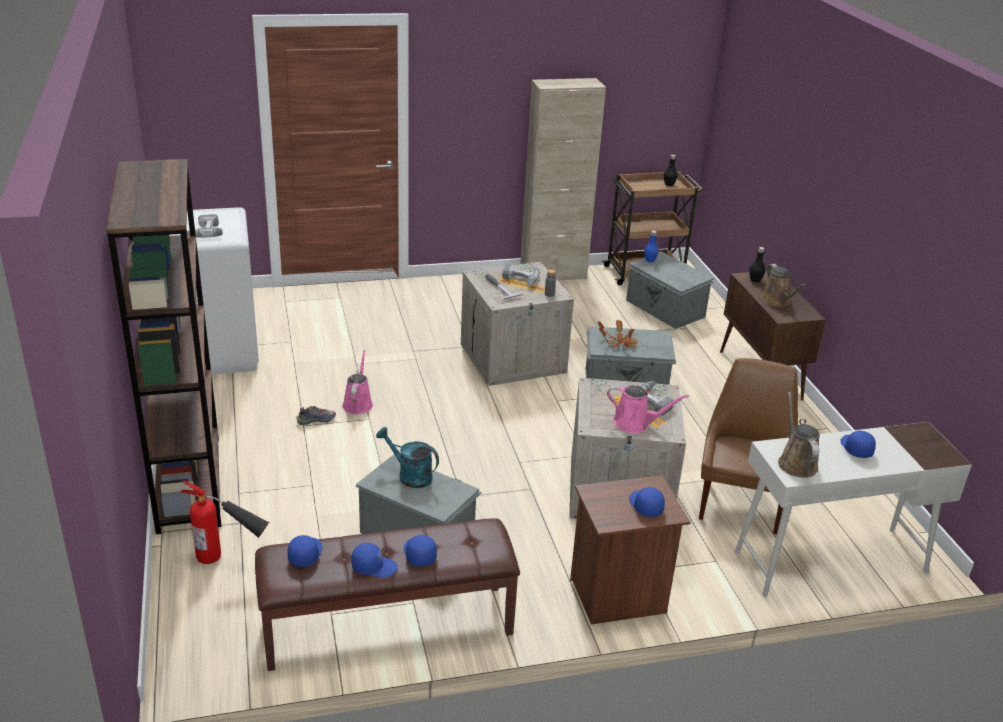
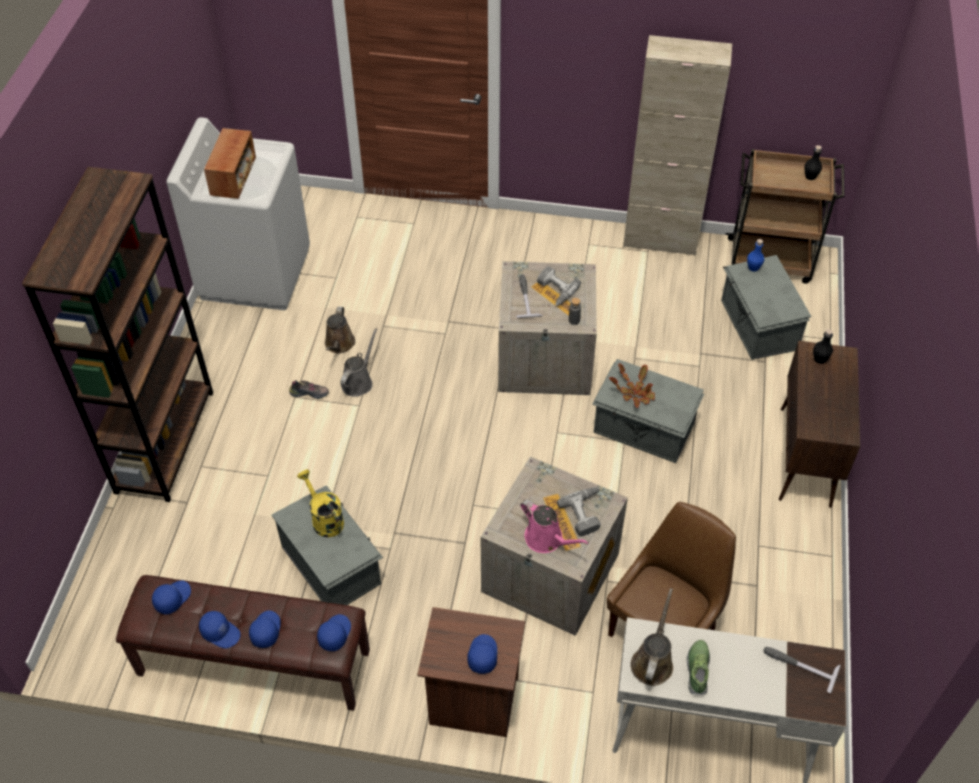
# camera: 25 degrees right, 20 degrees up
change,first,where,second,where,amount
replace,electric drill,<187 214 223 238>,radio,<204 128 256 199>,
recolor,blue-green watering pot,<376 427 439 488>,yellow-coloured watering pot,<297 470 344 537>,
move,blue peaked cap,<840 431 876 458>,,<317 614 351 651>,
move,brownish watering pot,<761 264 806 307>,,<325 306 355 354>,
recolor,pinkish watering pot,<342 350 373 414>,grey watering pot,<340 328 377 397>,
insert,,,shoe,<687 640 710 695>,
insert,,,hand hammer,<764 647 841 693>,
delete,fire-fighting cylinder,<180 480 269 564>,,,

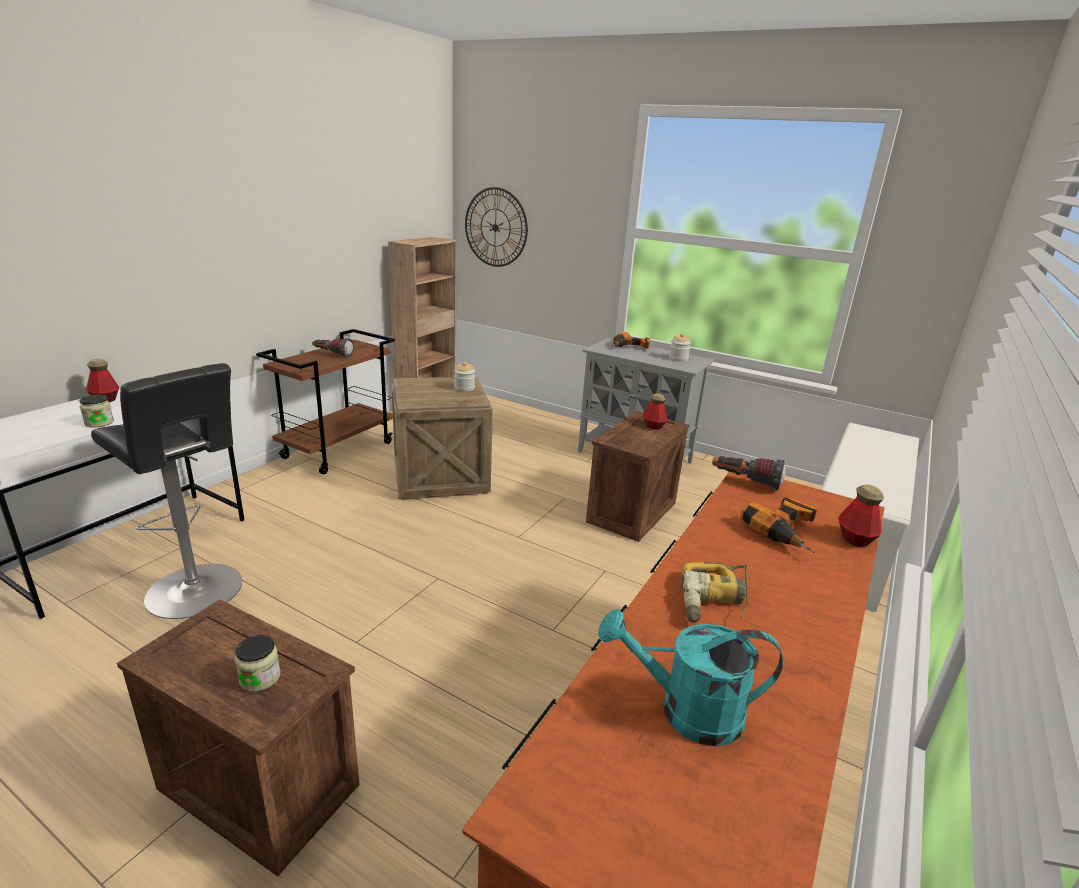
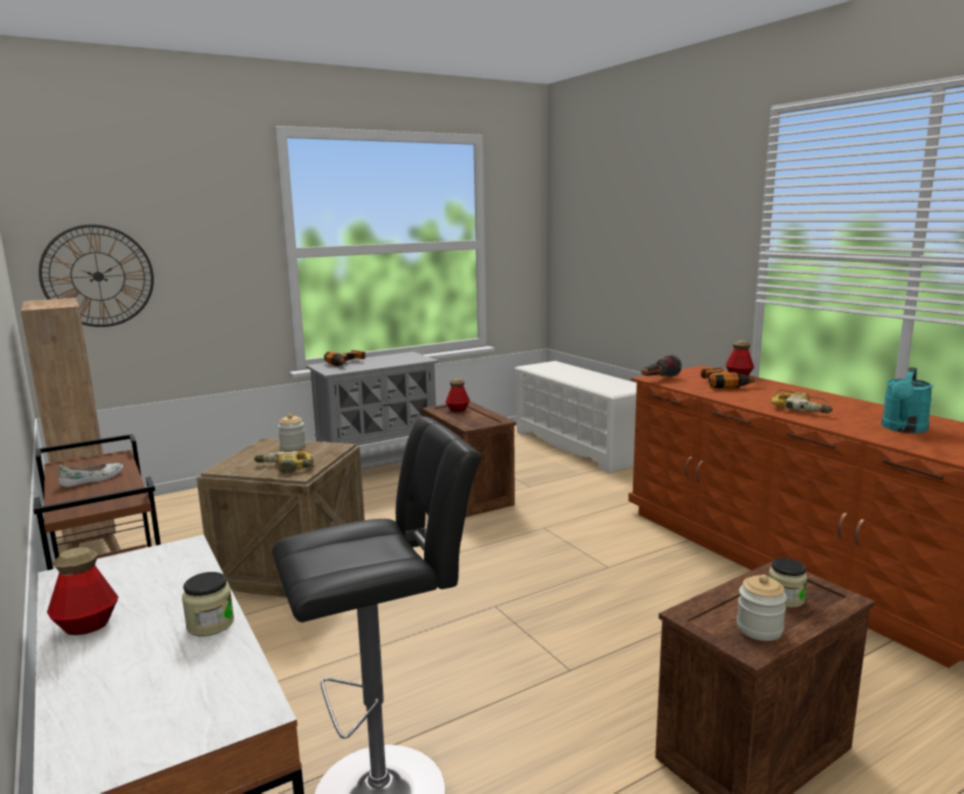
# camera: 60 degrees left, 10 degrees down
change,first,where,second,where,amount
replace,hand torch,<312 338 354 357>,white-coloured shoe,<59 463 123 487>,
insert,,,electric drill,<254 451 315 474>,
move,preserve jar,<669 333 691 362>,,<737 575 787 641>,

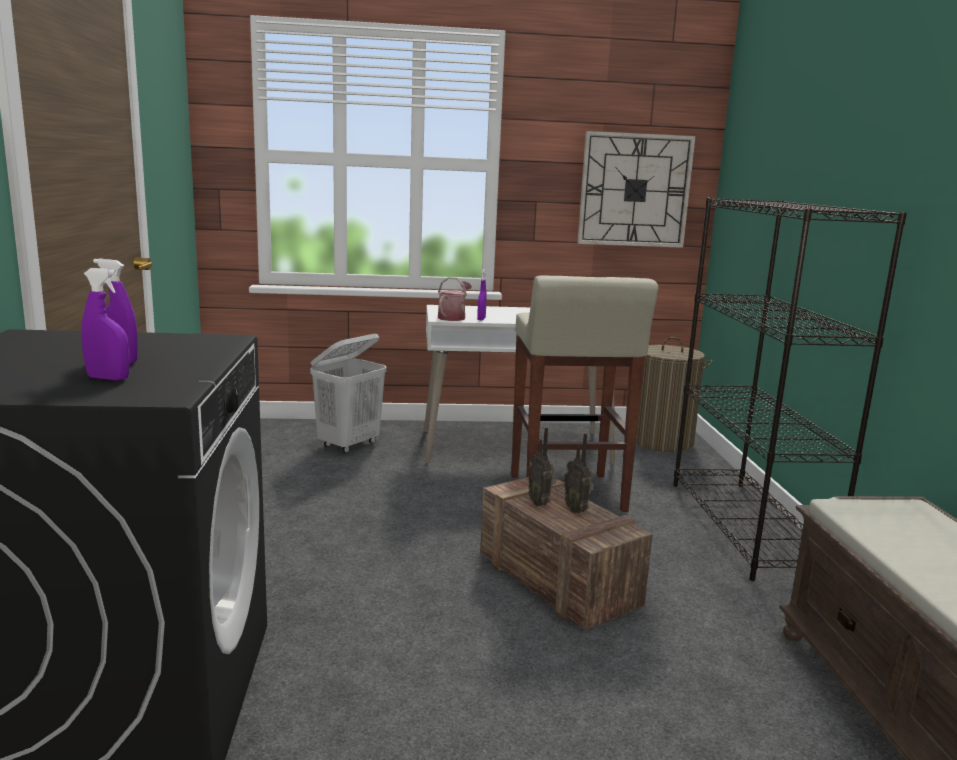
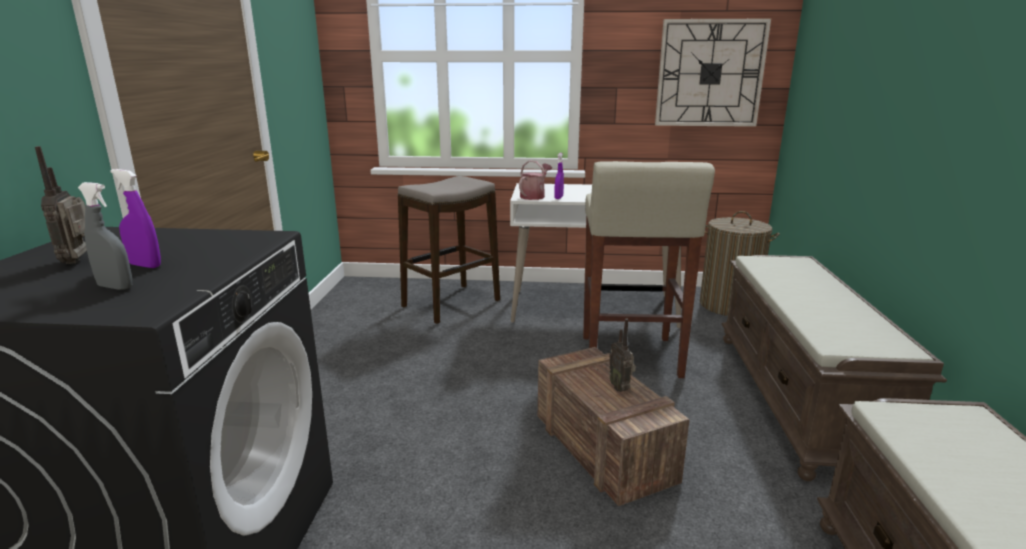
# camera: 10 degrees right, 5 degrees up
change,first,where,second,where,amount
move,radio,<528 427 556 506>,,<35 146 87 264>,
recolor,purple spray bottle,<81 268 129 381>,grey spray bottle,<78 182 132 290>,
replace,white-coloured hamper,<310 334 387 453>,stool seat,<398 176 500 324>,
replace,blackish bookcase,<673 197 907 581>,brownish long seat,<722 255 947 481>,

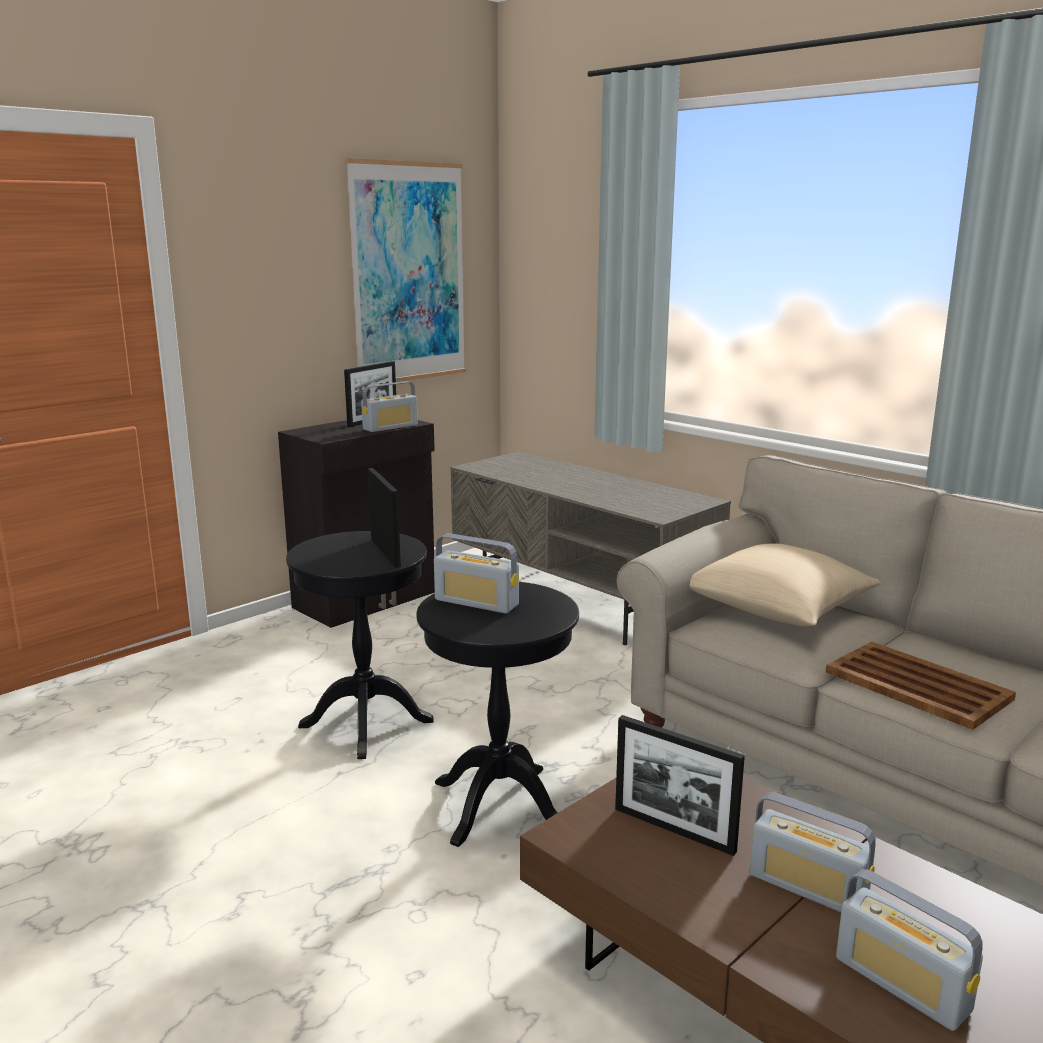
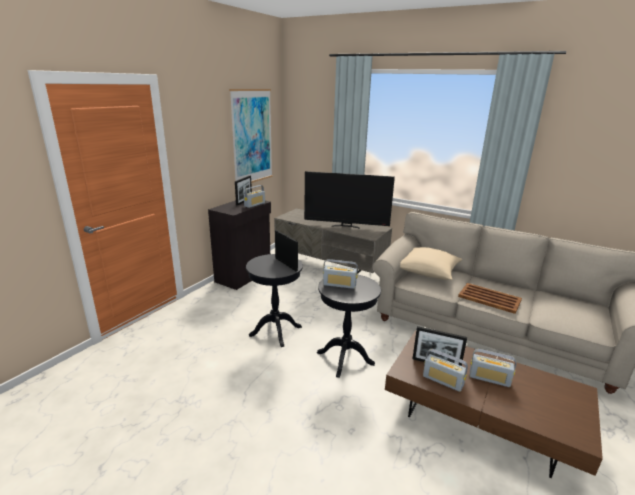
# camera: 15 degrees left, 5 degrees up
change,first,where,second,where,amount
insert,,,TV,<304 171 395 229>,
move,radio,<836 870 983 1031>,,<423 349 468 392>,

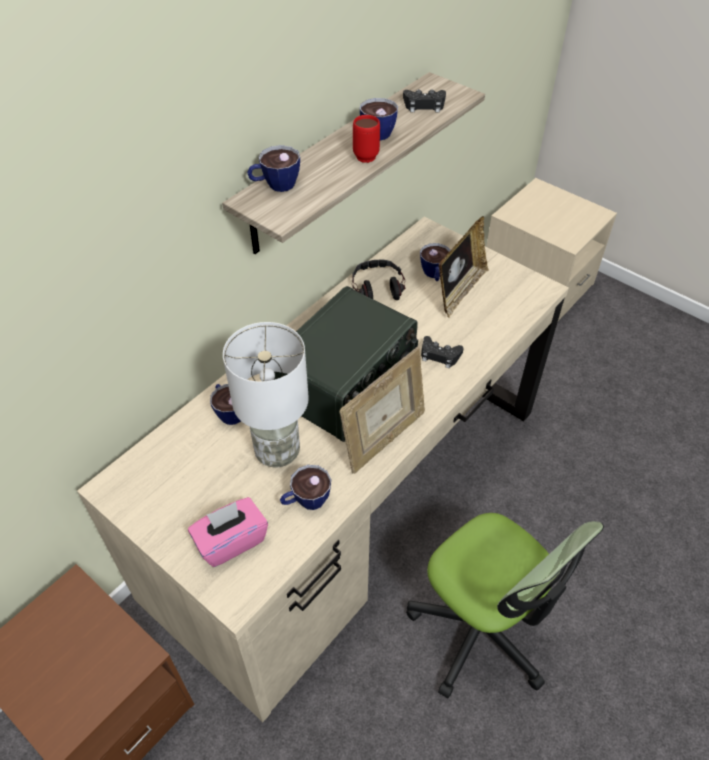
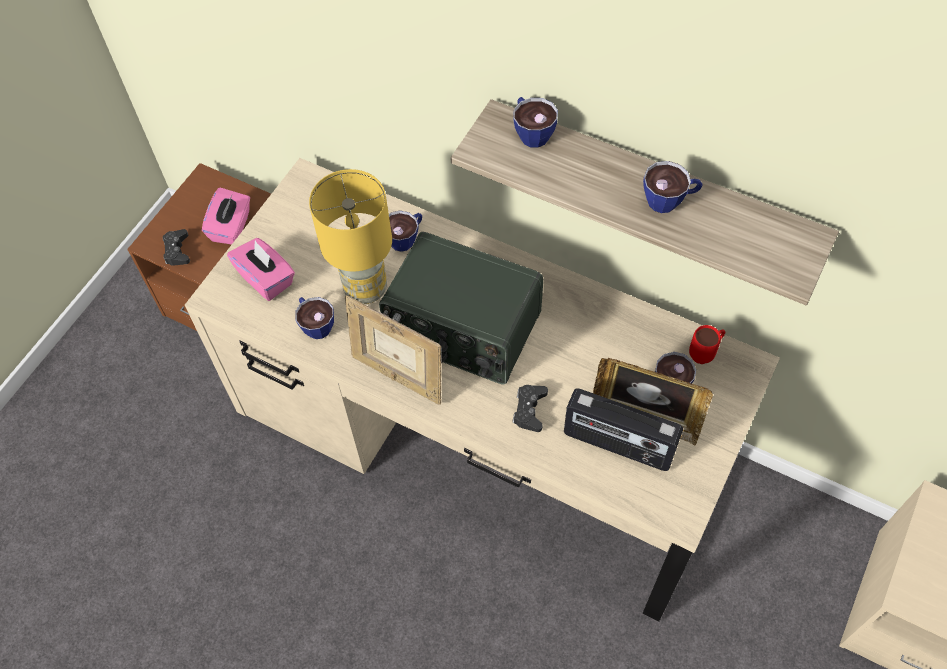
# camera: 80 degrees right, 10 degrees up
change,first,where,second,where,amount
move,blackish gamepad,<403 89 446 112>,,<163 229 190 266>,
insert,,,pinkish box of tissues,<202 188 250 245>,
recolor,white-coloured tabletop lamp,<223 322 309 467>,yellow-coloured tabletop lamp,<309 169 392 304>,
insert,,,radio,<564 388 683 471>,
move,red tea mug,<353 115 380 163>,,<689 325 725 364>,
delete,headphones,<352 259 405 300>,,,
delete,computer chair,<406 513 604 698>,,,

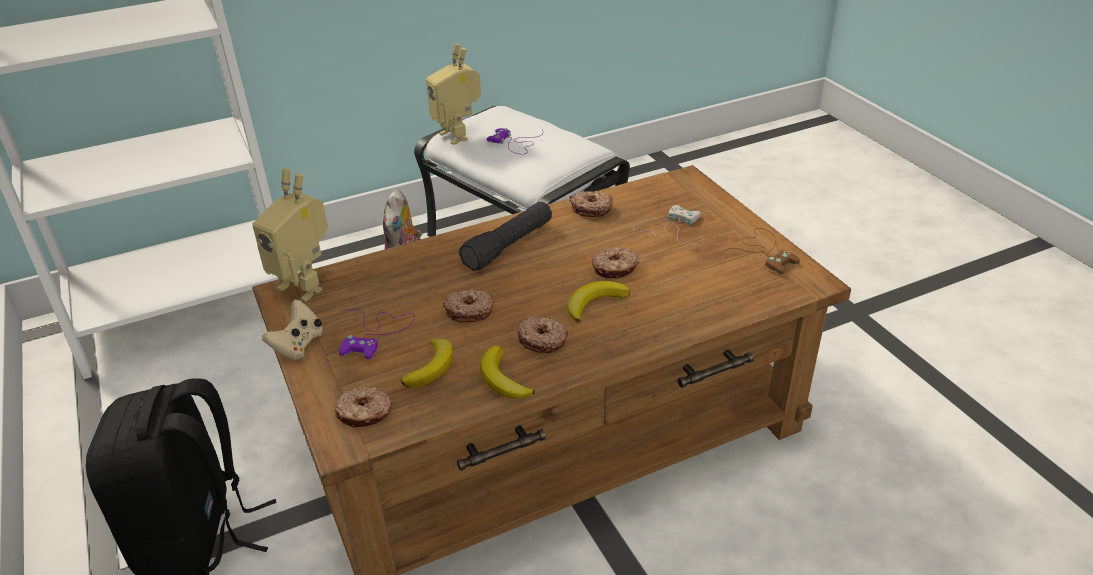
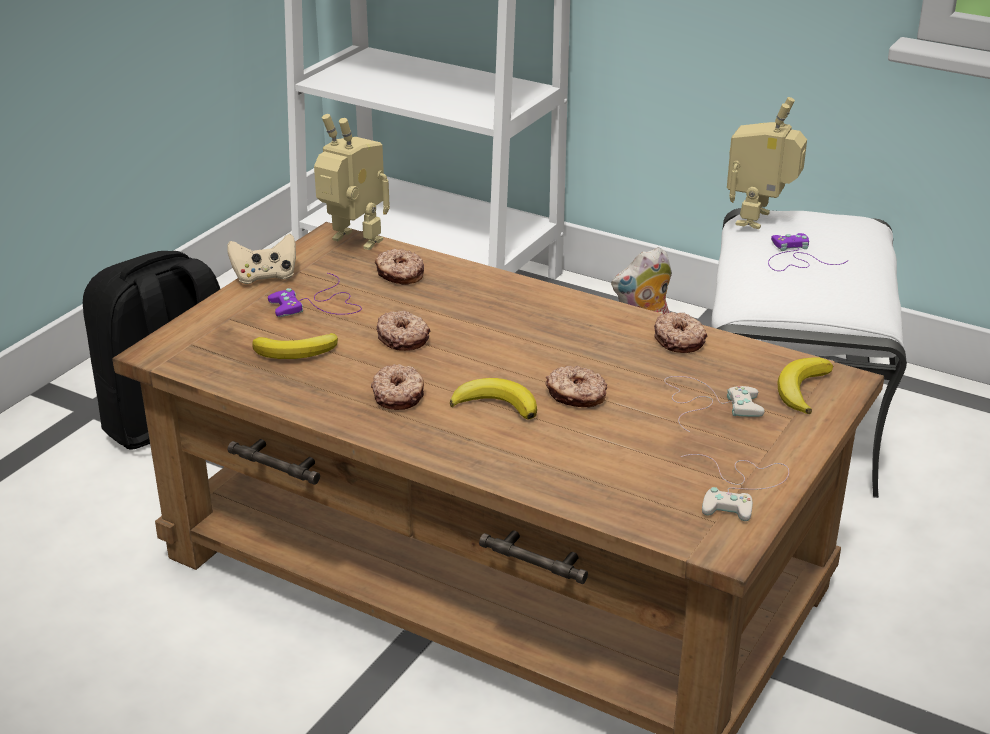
# camera: 55 degrees right, 5 degrees down
change,first,where,second,where,amount
rotate,robot figure,<252 169 328 302>,,<314 114 390 250>,120 degrees clockwise
move,doughnut,<334 387 393 427>,,<375 249 424 285>,
recolor,brownish gamepad,<721 228 800 275>,white-coloured gamepad,<681 454 789 521>,
move,banana,<480 345 535 399>,,<778 357 833 414>,
delete,blackish hand torch,<459 202 552 271>,,,

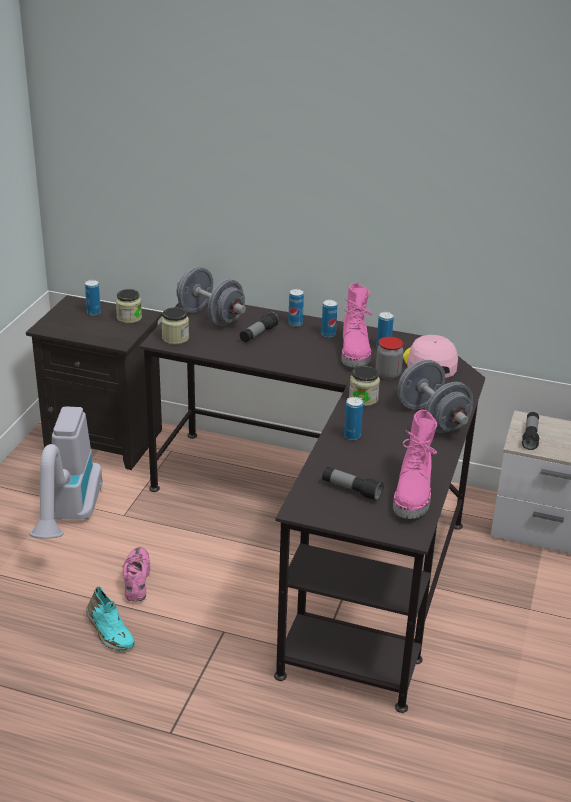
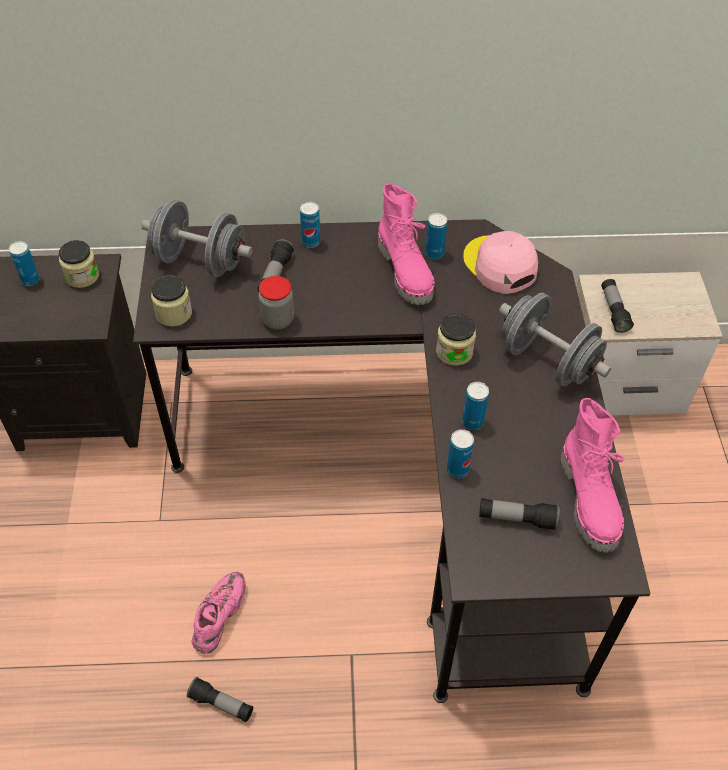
# camera: 20 degrees left, 20 degrees up
change,first,where,second,where,amount
replace,blue-green shoe,<86 586 135 651>,hand torch,<187 677 253 722>,
rotate,pinkish shoe,<122 547 150 602>,,<191 572 246 654>,45 degrees clockwise
move,preserve jar,<376 337 403 380>,,<258 276 294 330>,
move,sealed can,<321 299 338 338>,,<447 429 474 478>,
delete,vacuum,<29 406 103 539>,,,

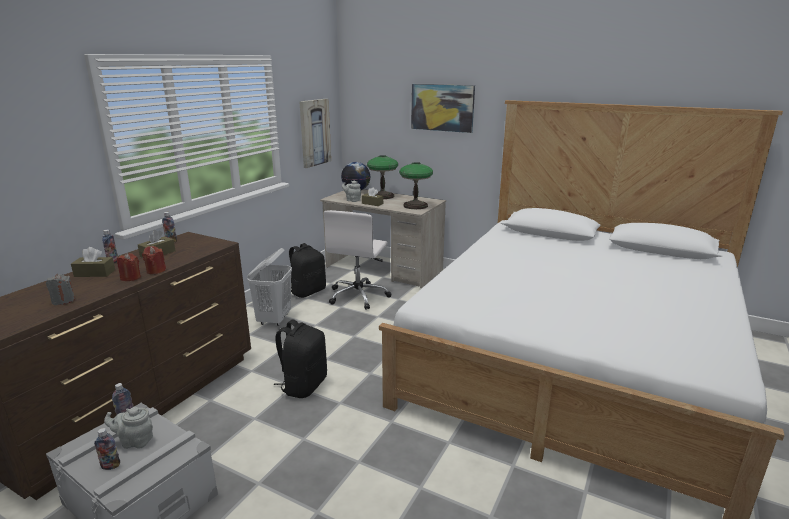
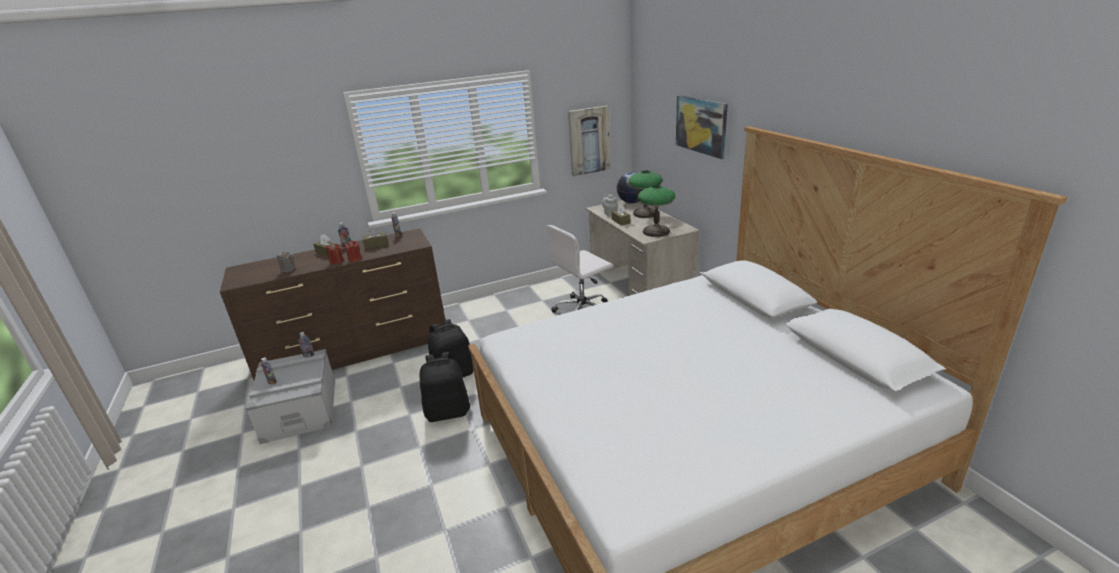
# camera: 40 degrees right, 5 degrees up
change,first,where,second,where,amount
move,blackish knapsack,<289 243 326 298>,,<420 352 470 422>,
delete,grey pot for tea,<104 407 153 449>,,,
delete,white-coloured hamper,<247 248 292 326>,,,

